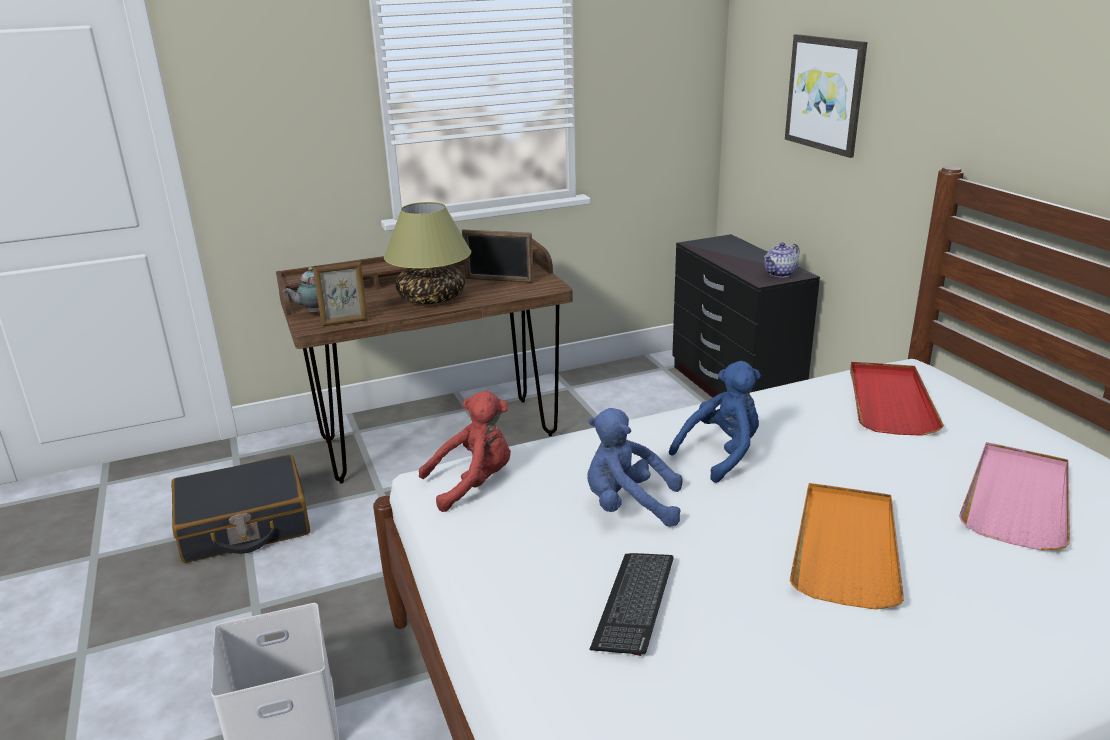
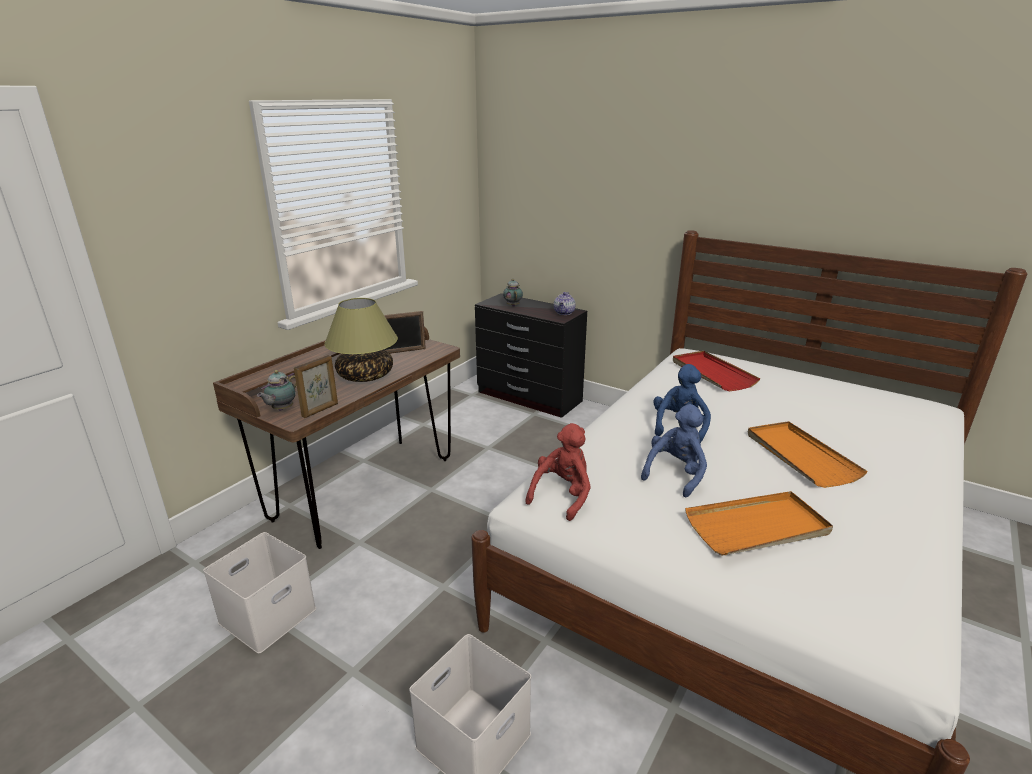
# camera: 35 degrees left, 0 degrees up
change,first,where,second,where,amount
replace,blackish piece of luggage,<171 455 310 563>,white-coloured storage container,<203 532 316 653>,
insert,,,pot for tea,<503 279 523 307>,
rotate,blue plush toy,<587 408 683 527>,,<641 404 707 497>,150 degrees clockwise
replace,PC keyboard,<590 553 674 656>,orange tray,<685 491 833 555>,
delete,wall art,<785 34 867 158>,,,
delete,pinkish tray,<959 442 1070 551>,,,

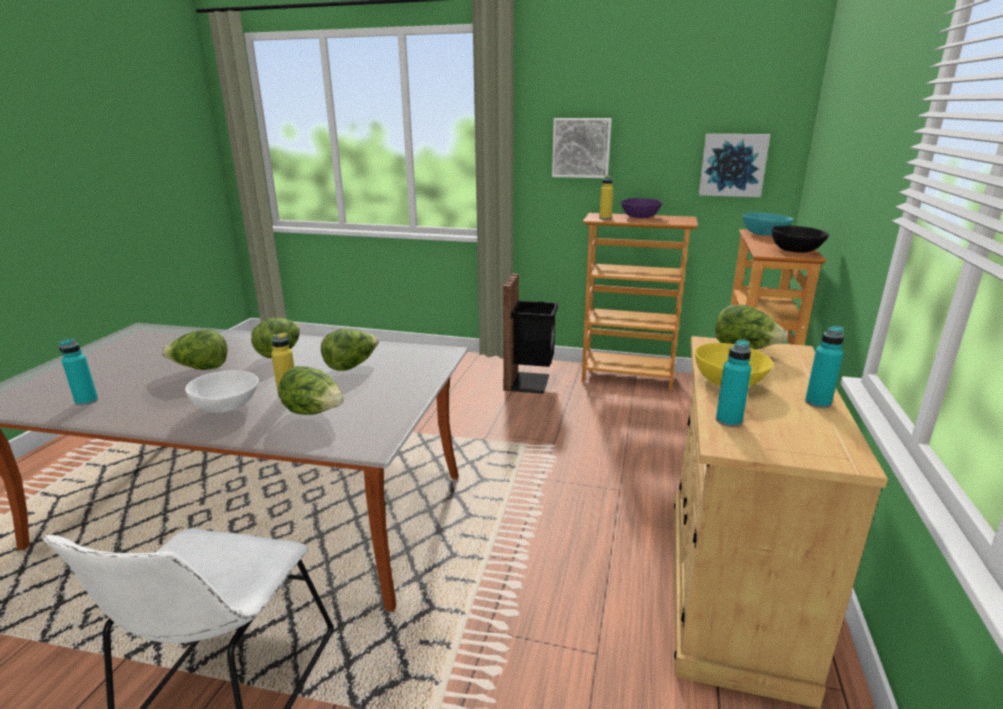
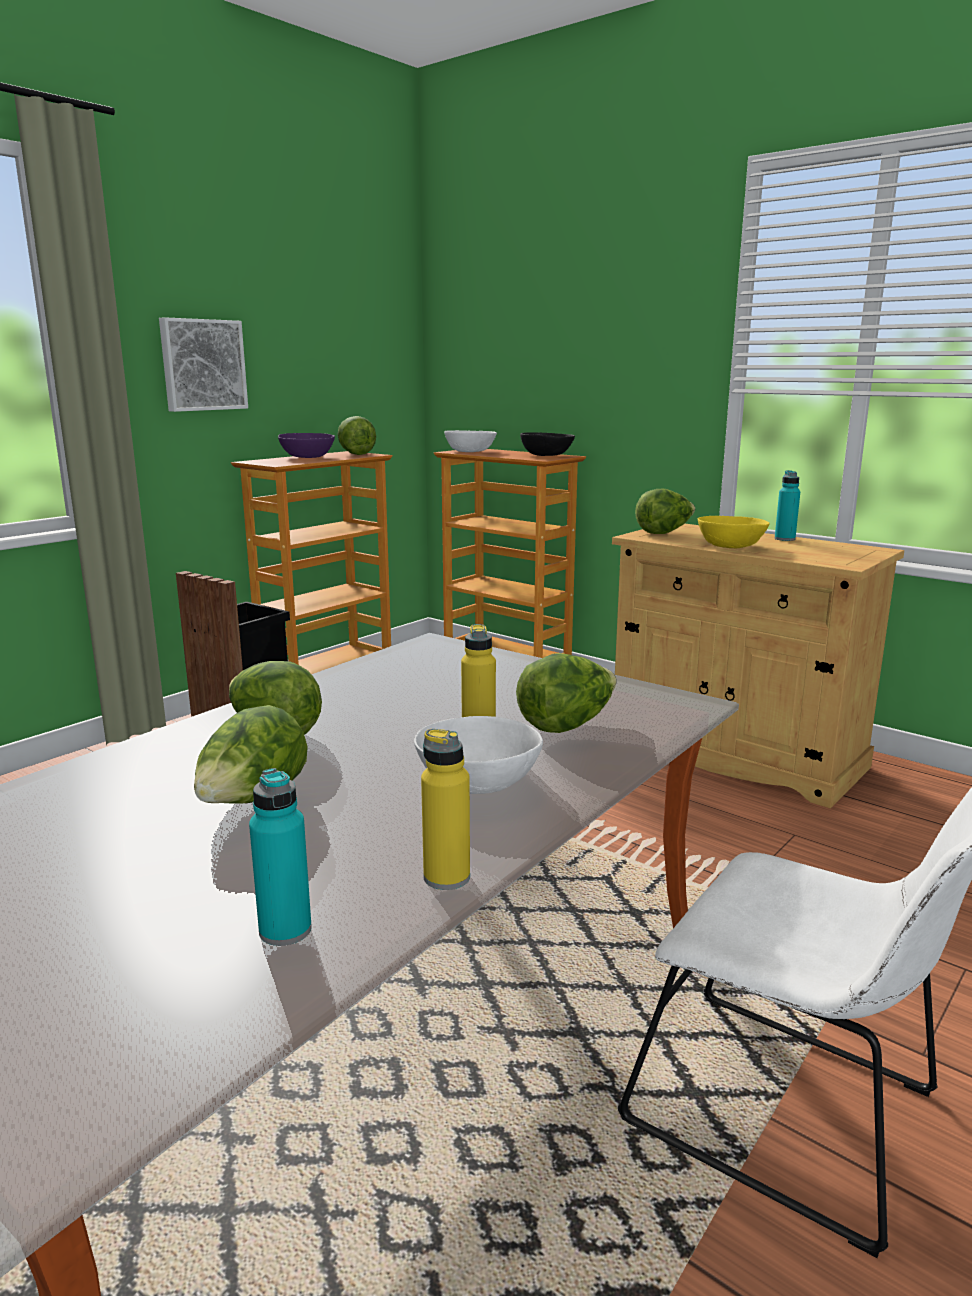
# camera: 65 degrees left, 5 degrees down
change,first,where,second,where,amount
move,lettuce,<321 329 379 371>,,<337 416 376 455>,
move,yellow-coloured drink bottle,<599 176 613 220>,,<421 729 470 890>,
recolor,blue-green serving bowl,<743 212 794 235>,white-coloured serving bowl,<444 430 497 452>,
delete,wall art,<699 134 771 197>,,,
delete,blue-green drink bottle,<716 339 751 427>,,,

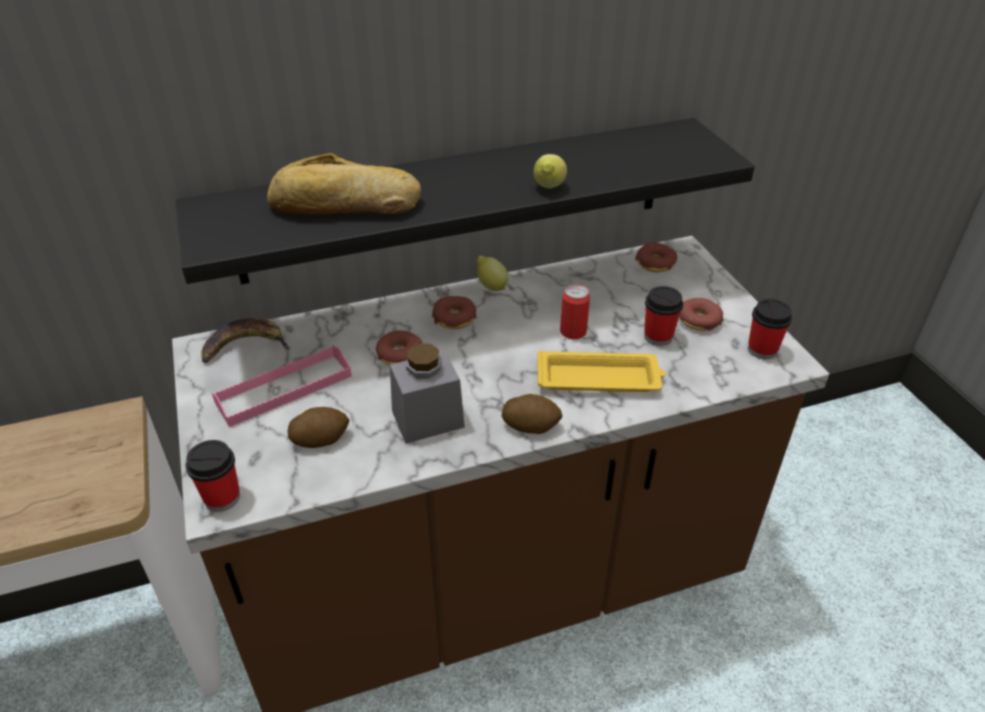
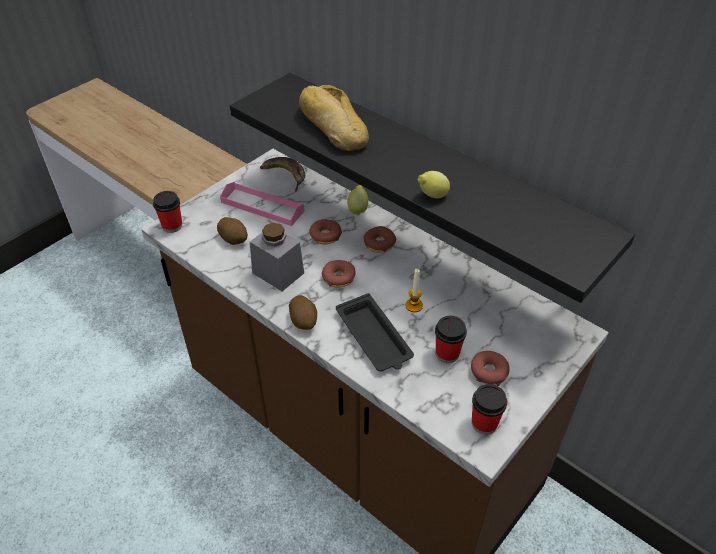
# camera: 60 degrees right, 5 degrees up
change,first,where,second,where,amount
move,doughnut,<635 242 677 272>,,<322 260 356 288>,
recolor,yellow-coloured tray,<538 350 665 392>,blackish tray,<336 293 414 371>,
move,citrus fruit,<476 255 508 291>,,<347 185 368 216>,
replace,sealed can,<560 284 590 339>,candle,<405 269 423 312>,

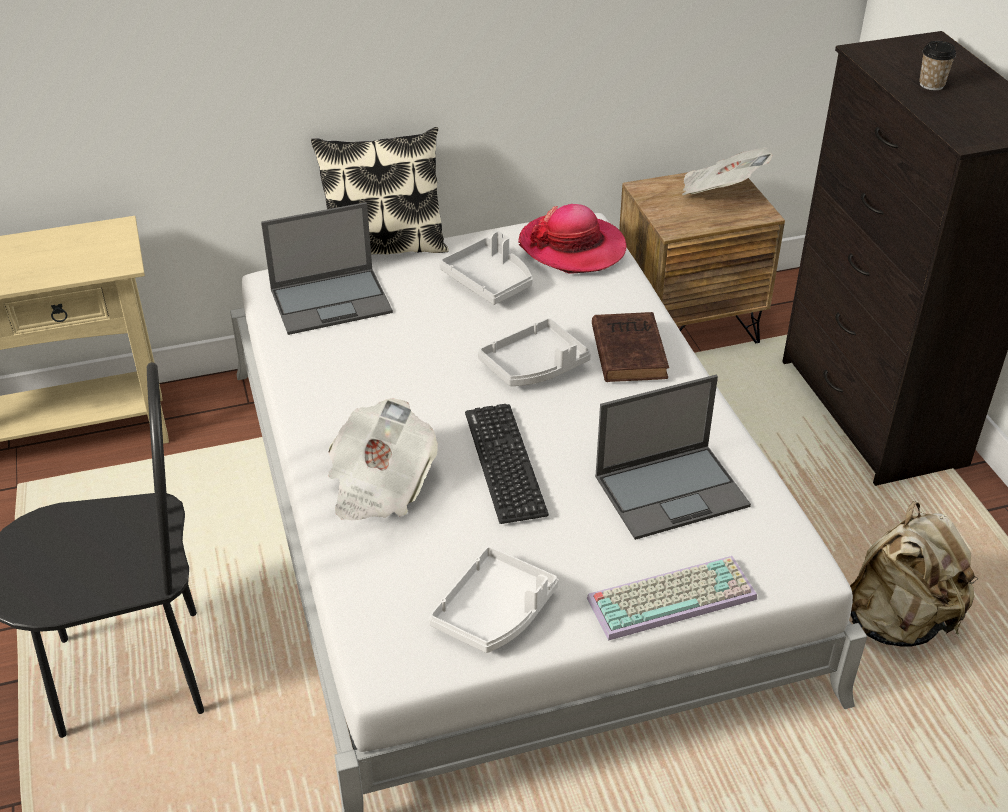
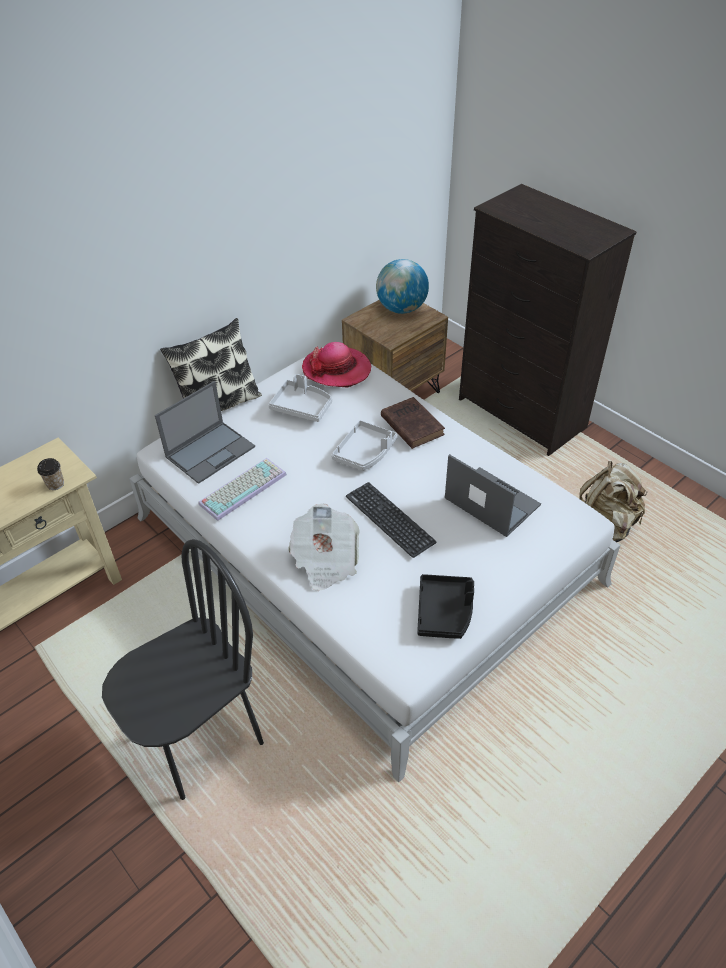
# camera: 25 degrees left, 5 degrees up
change,first,where,second,where,amount
move,small cup,<919 41 956 90>,,<37 458 64 490>,
move,PC keyboard,<587 556 757 641>,,<198 458 287 521>,
replace,newspaper,<682 147 772 195>,world globe,<376 259 429 314>,
recolor,white-coloured tray,<429 546 559 653>,blackish tray,<417 574 474 639>,
rotate,portable computer,<595 375 751 540>,,<445 454 541 537>,90 degrees counterclockwise

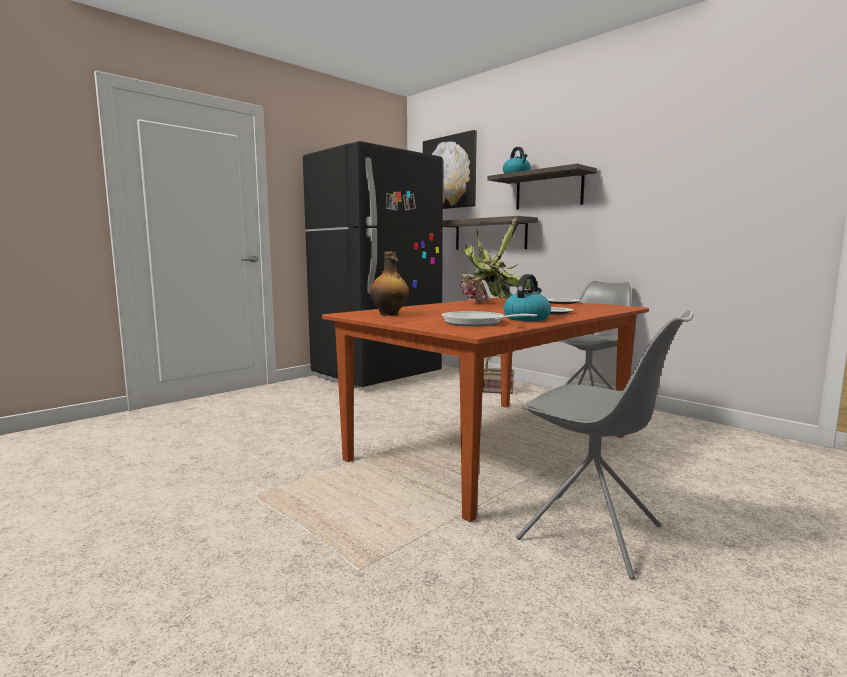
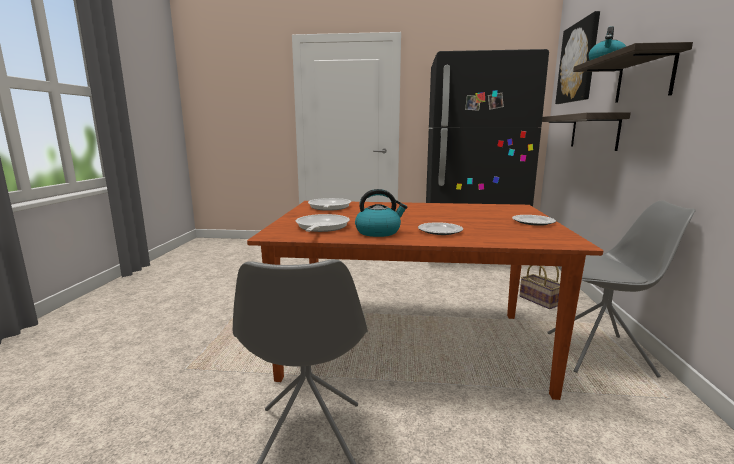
# camera: 50 degrees right, 5 degrees up
change,first,where,second,where,amount
replace,drink bottle,<370 251 409 316>,skillet,<308 198 351 211>,
delete,plant in a pot,<460 218 538 303>,,,

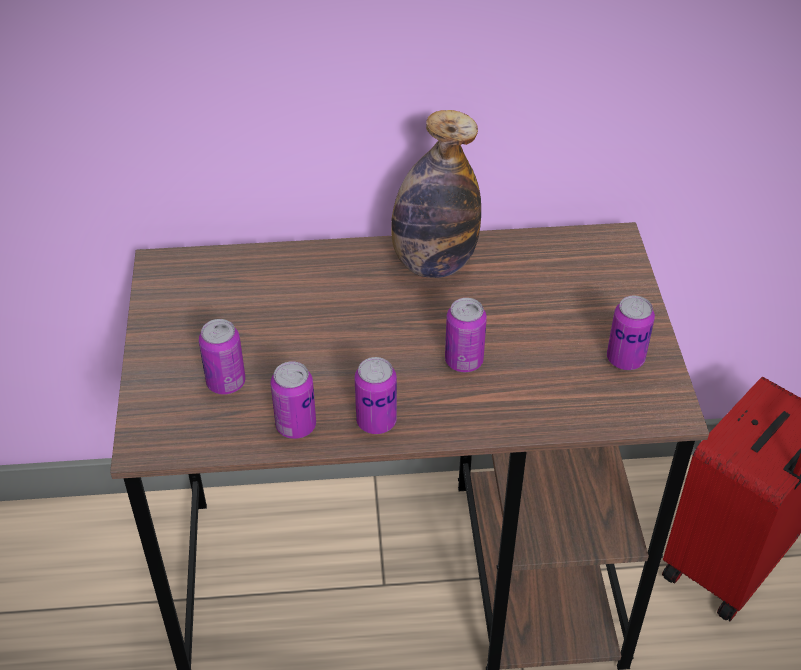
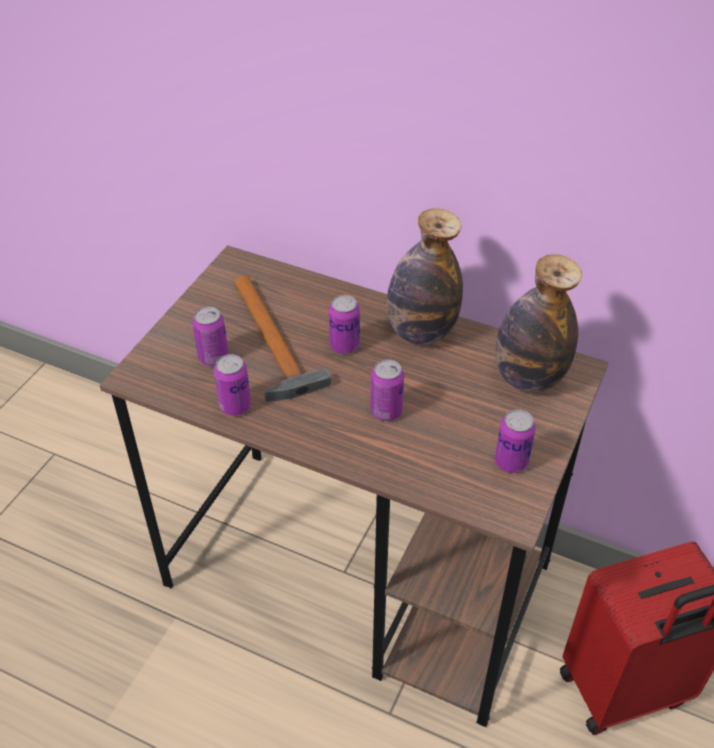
# camera: 30 degrees right, 0 degrees up
change,first,where,second,where,amount
insert,,,hand hammer,<234 276 332 402>,
move,sealed can,<354 357 397 434>,,<329 295 360 354>,
insert,,,drink bottle,<495 254 582 392>,

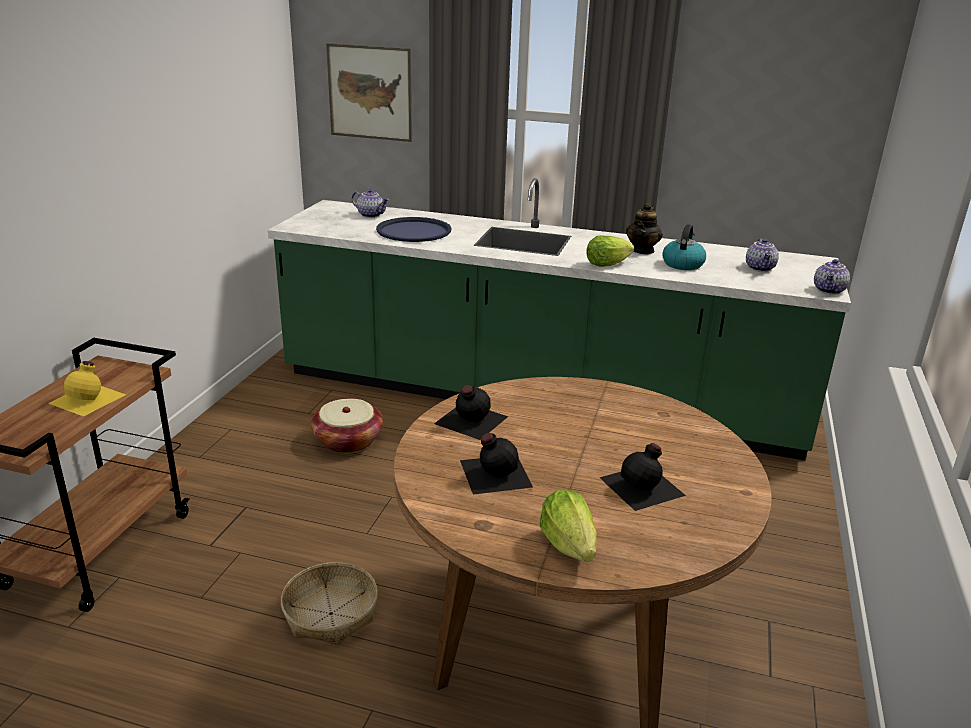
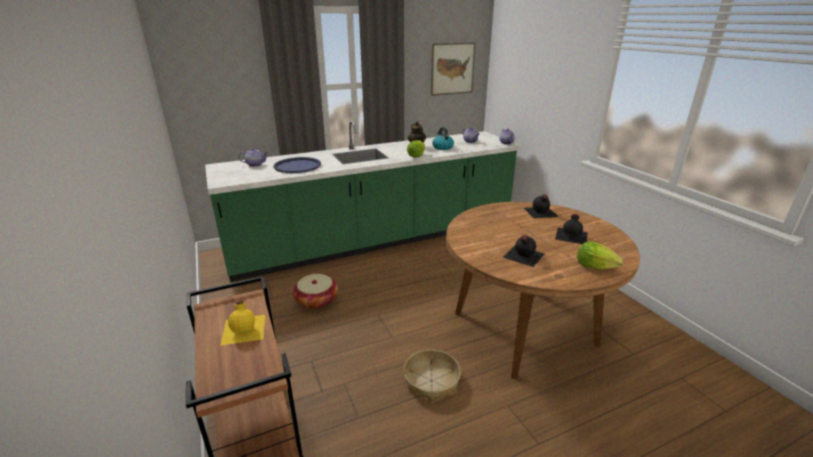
# camera: 40 degrees left, 0 degrees up
change,first,where,second,where,amount
move,wall art,<326 43 412 142>,,<431 42 475 96>,
move,blackish drink bottle,<434 385 508 440>,,<524 195 559 219>,

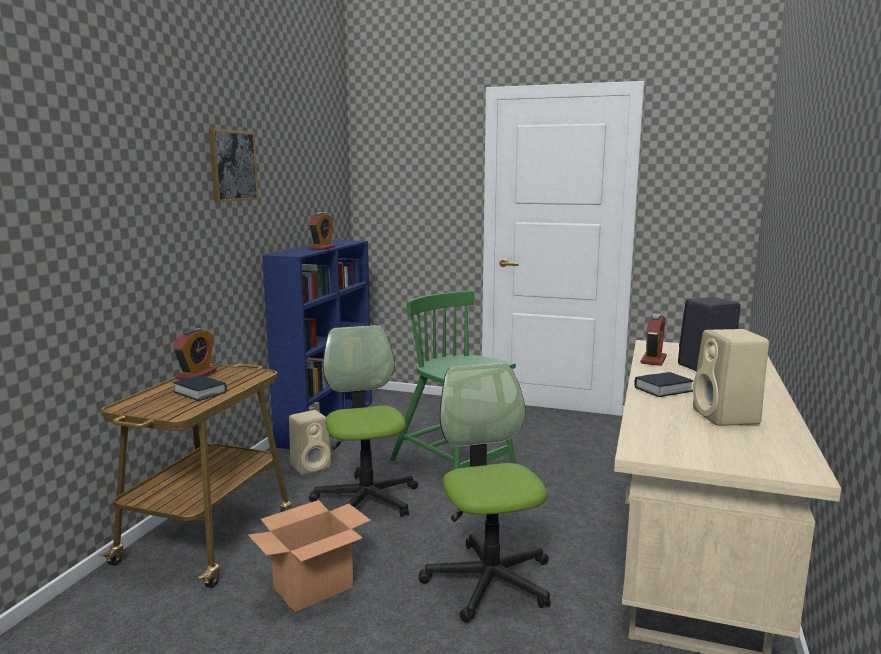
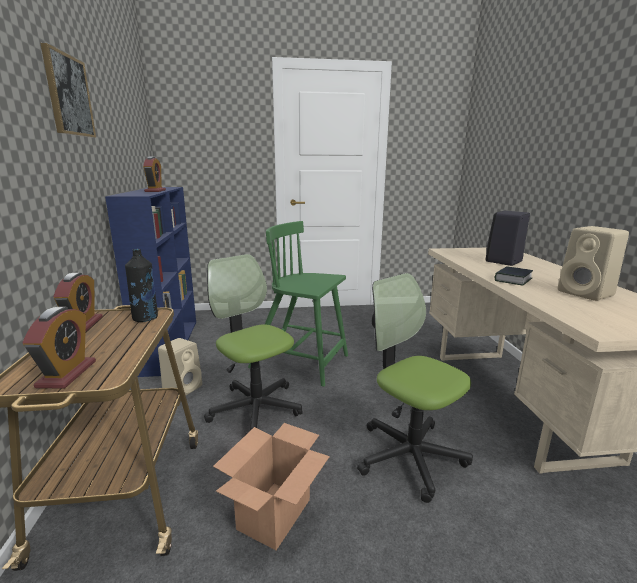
# camera: 25 degrees left, 5 degrees up
change,first,where,second,where,amount
move,alarm clock,<640 313 667 366>,,<22 307 96 388>,
insert,,,blackish drink bottle,<125 249 158 322>,
delete,volume,<173 375 227 401>,,,

